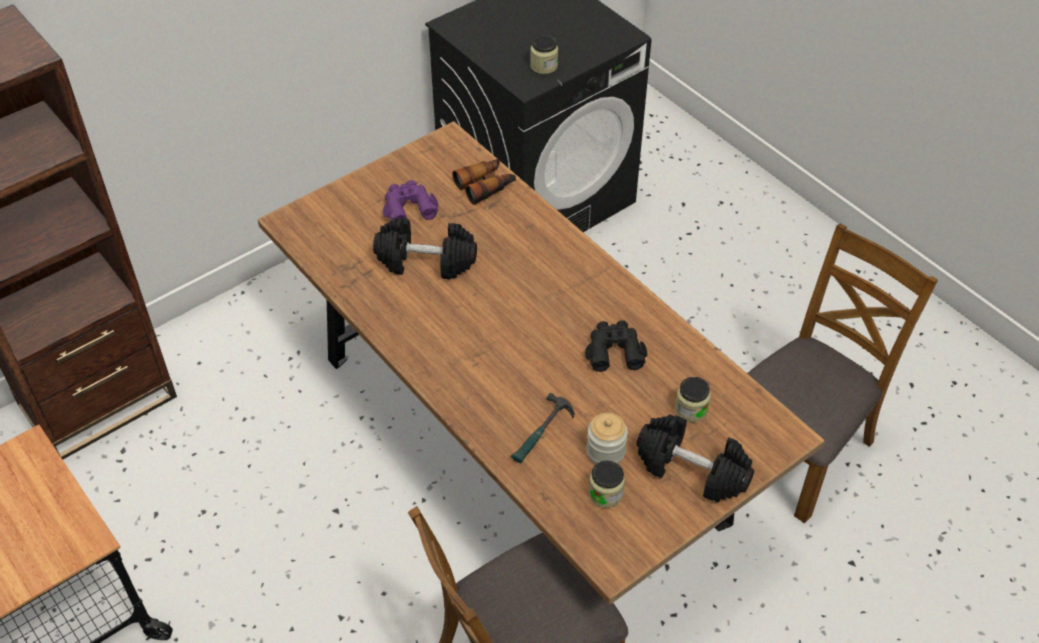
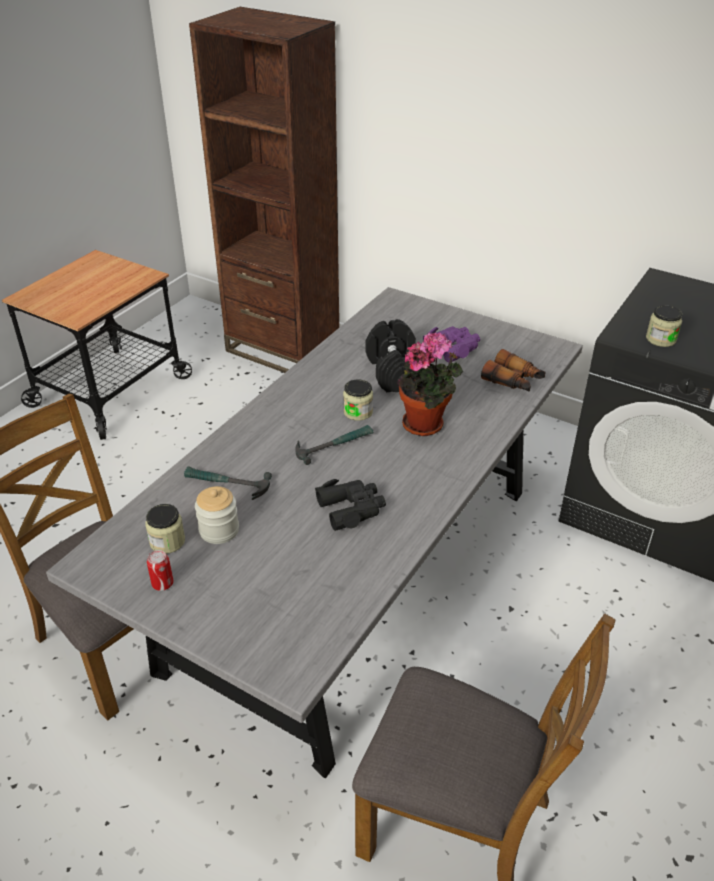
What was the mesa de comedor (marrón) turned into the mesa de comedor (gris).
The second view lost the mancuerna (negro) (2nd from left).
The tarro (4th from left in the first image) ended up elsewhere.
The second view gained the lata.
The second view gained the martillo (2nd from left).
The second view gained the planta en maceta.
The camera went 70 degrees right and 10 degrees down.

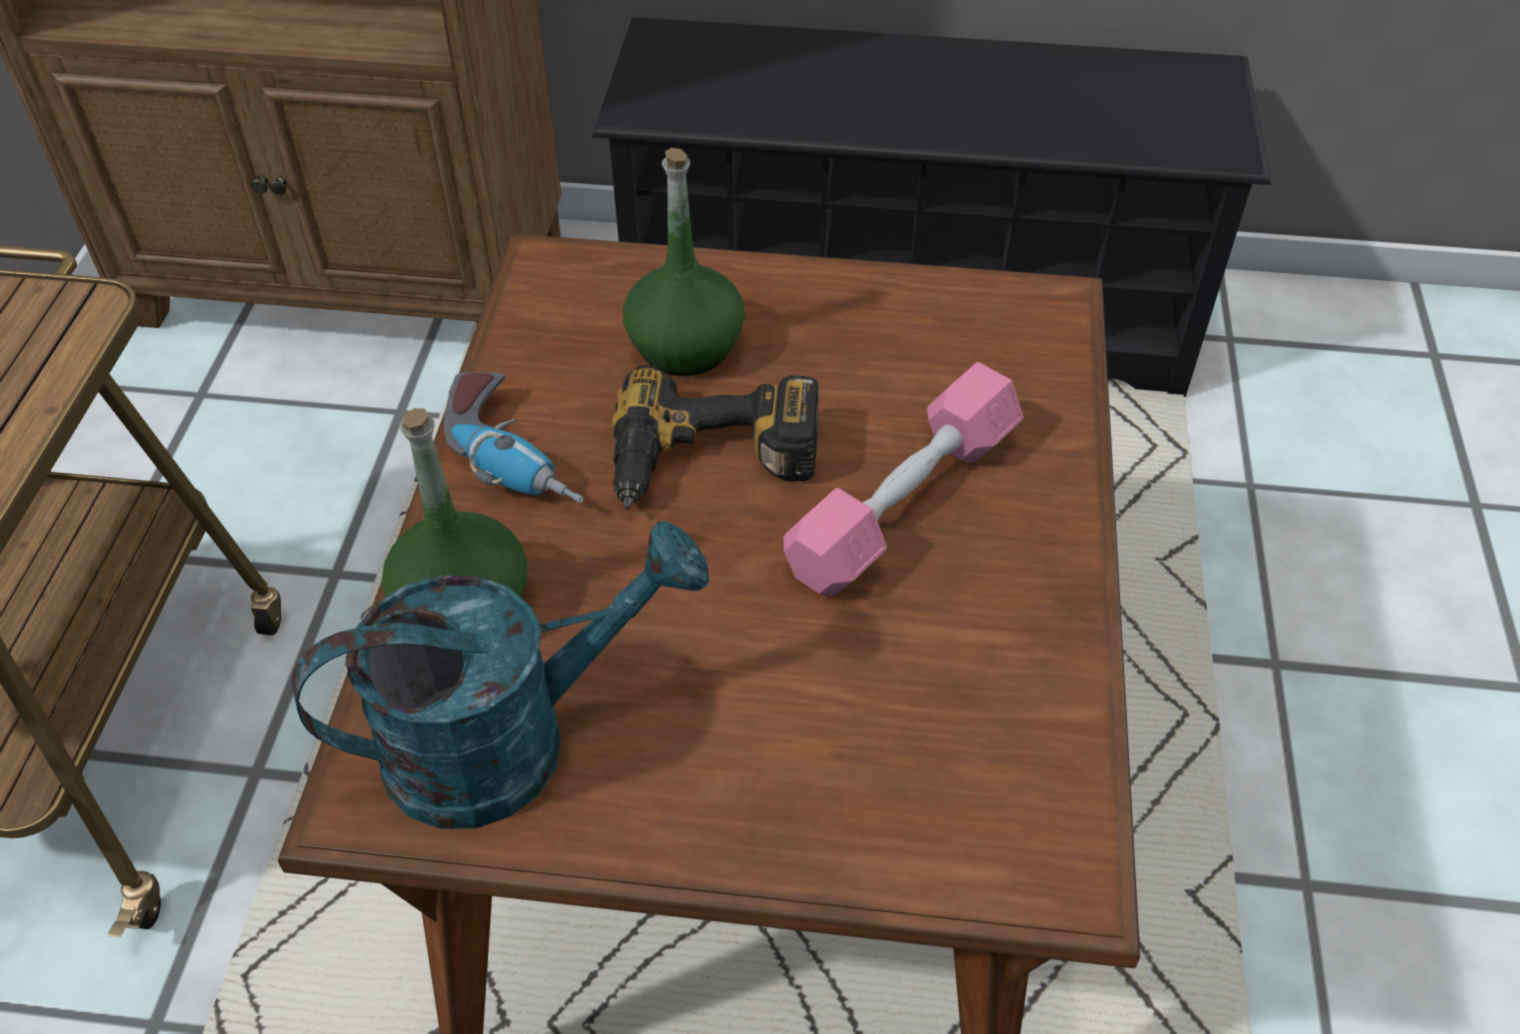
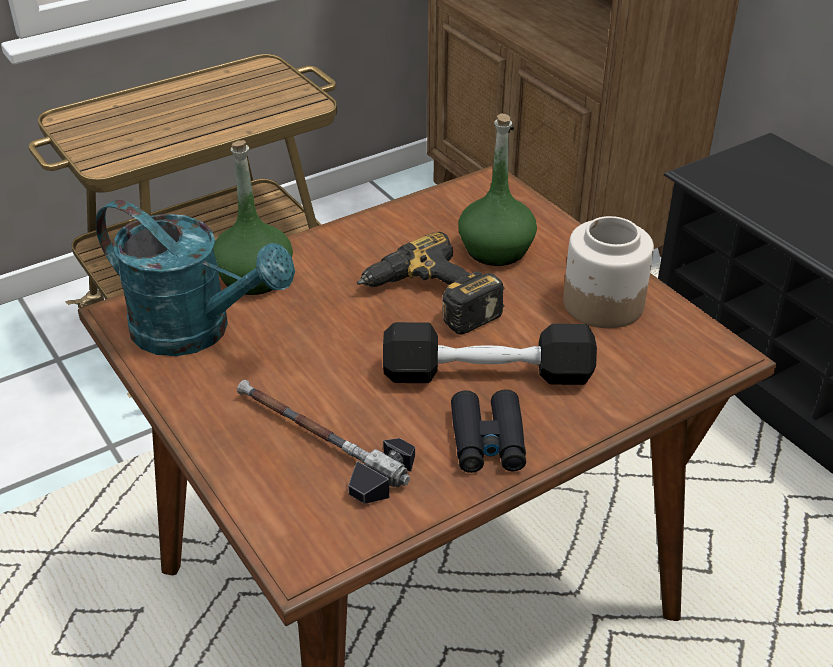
The second view lost the taladro (1st from left).
What was the mancuerna (rosa) turned into the mancuerna (negro).
The second view gained the martillo.
The second view gained the prismáticos (negro).
The second view gained the tarro.
The camera went 50 degrees right and 10 degrees down.

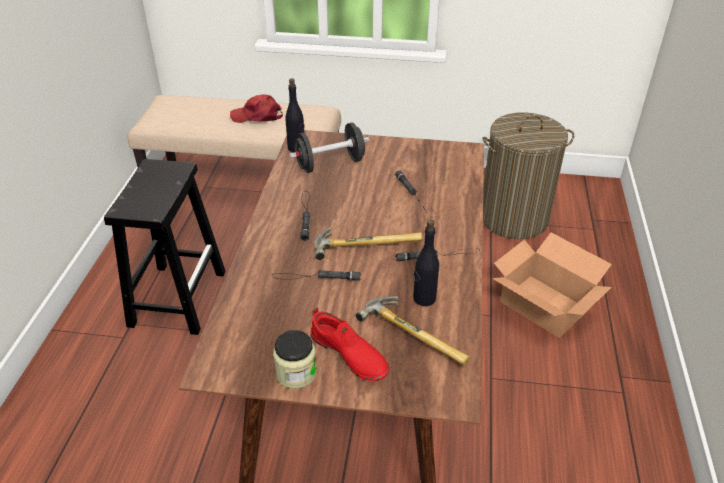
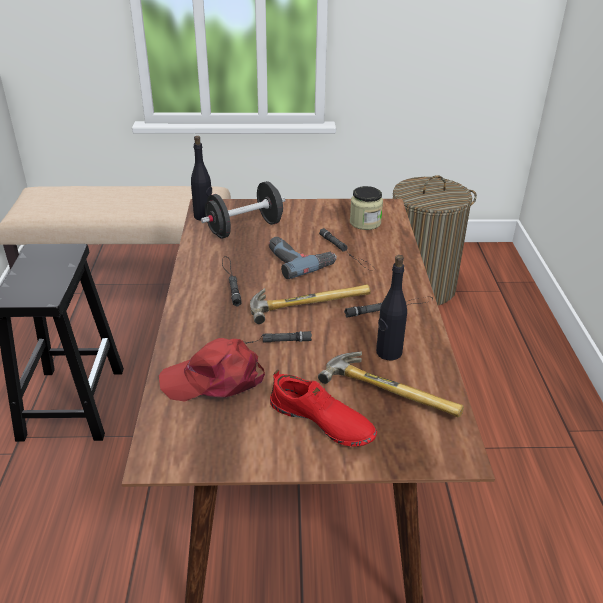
The gorra (rojo) ended up elsewhere.
The tarro ended up elsewhere.
The second view lost the caja de cartón.
The second view gained the taladro.
The camera went 10 degrees left and 5 degrees down.

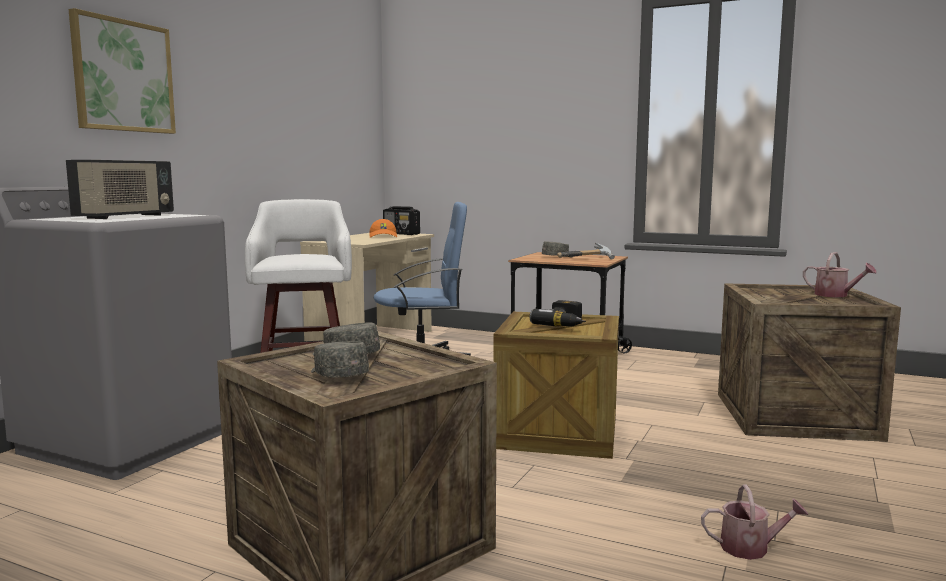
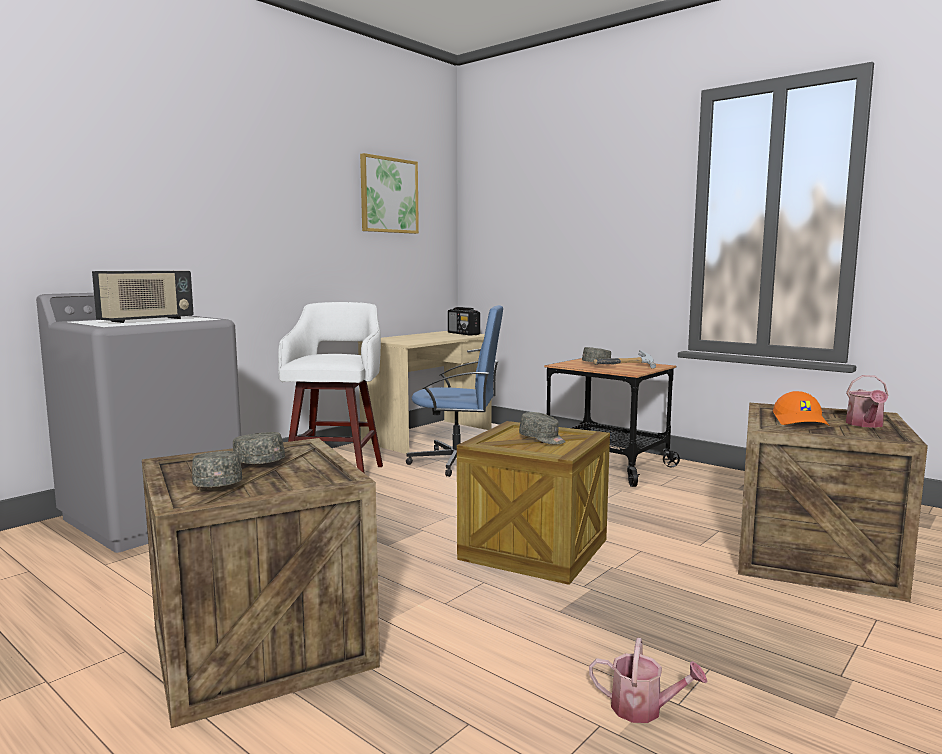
The cuadro ended up elsewhere.
The gorra (naranja) ended up elsewhere.
Where the taladro stood, the gorra (gris) (3rd from left) came to stand.
The regadera (2nd from left) ended up facing another way, 45 degrees clockwise from before.
The camera went 15 degrees right and 0 degrees up.

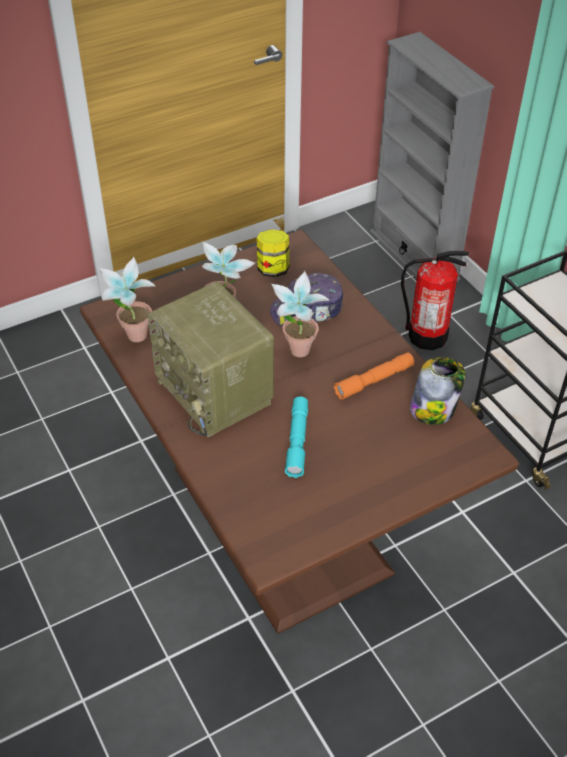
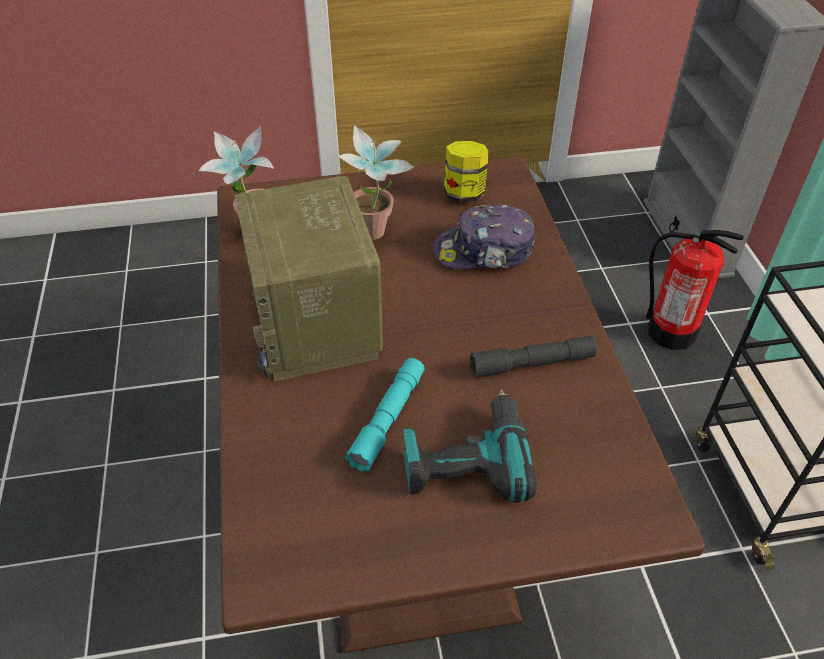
The second view lost the planta en maceta (3rd from left).
What was the linterna (naranja) turned into the linterna (gris).
The second view lost the tarro (2nd from left).
The second view gained the taladro.
The camera went 20 degrees right and 0 degrees up.

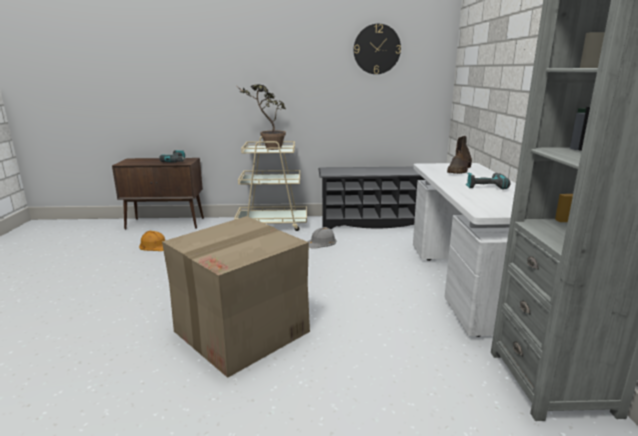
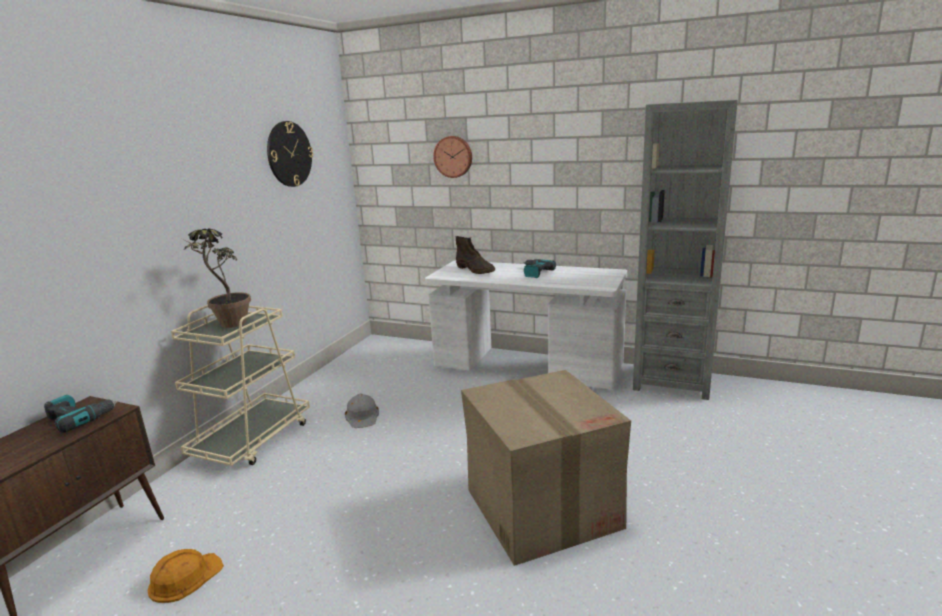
The second view lost the zapatero (negro).
The second view gained the reloj de pared (2nd from left).
The camera went 65 degrees left and 0 degrees up.

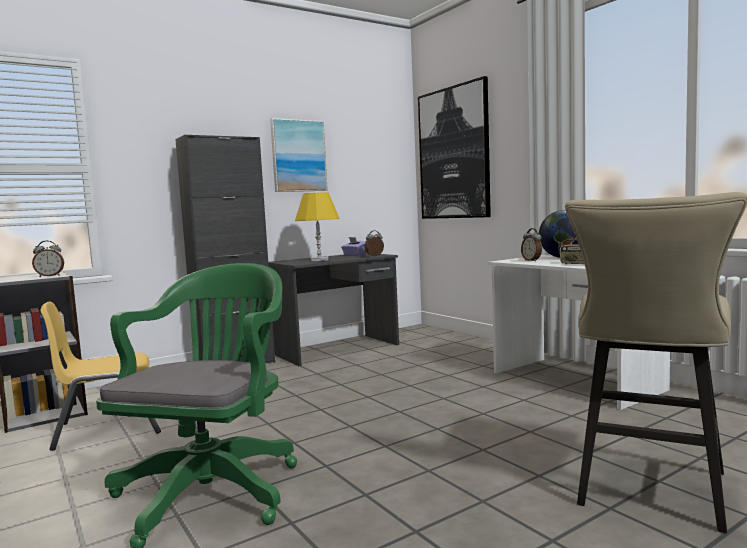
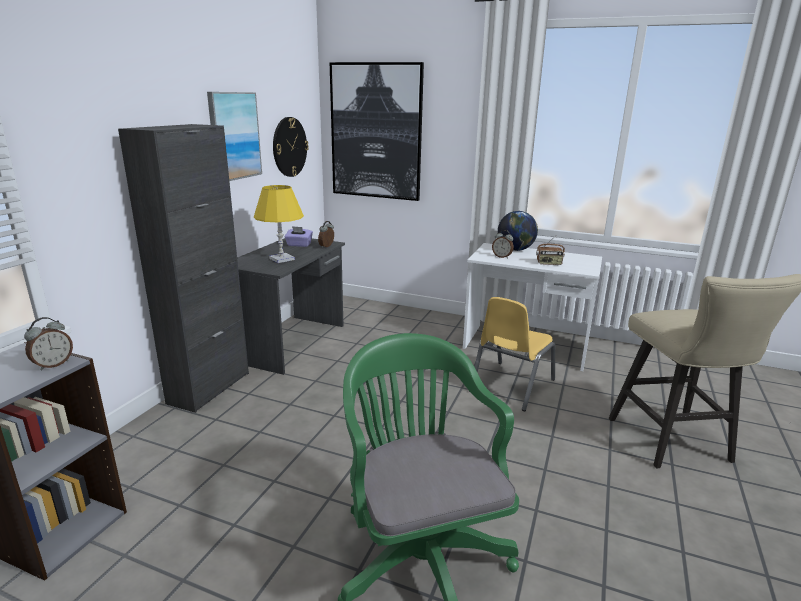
The silla (amarillo) ended up elsewhere.
The second view gained the reloj de pared.
The camera went 35 degrees left and 15 degrees up.

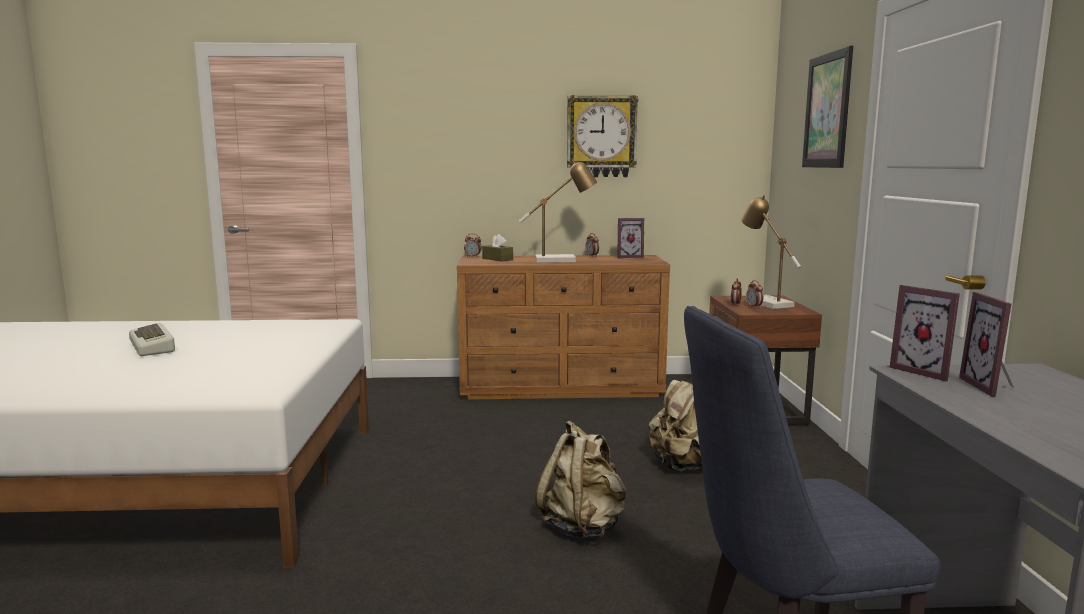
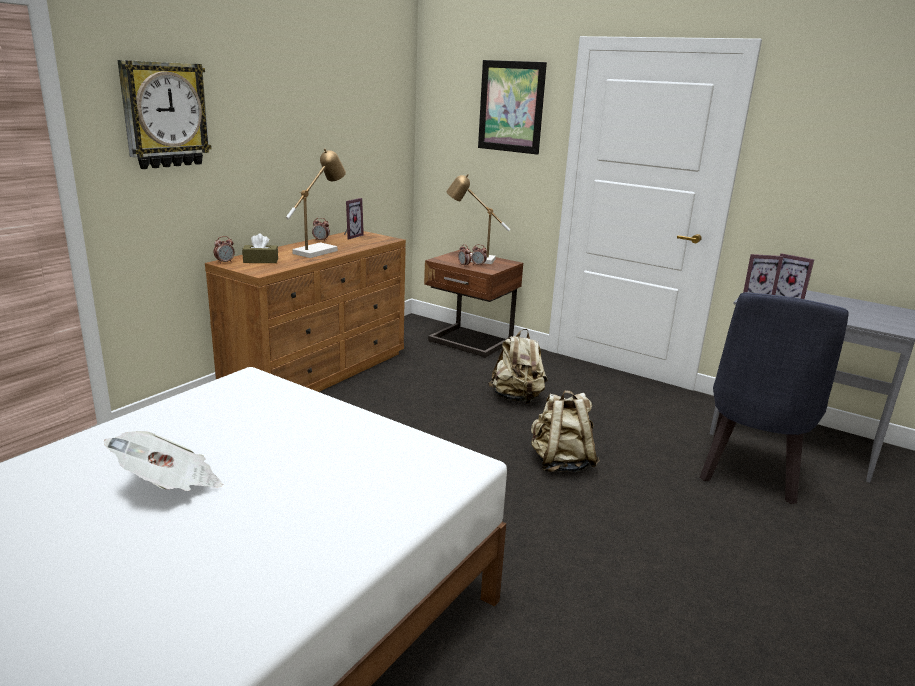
Where the teclado stood, the periódico came to stand.
The reloj de pared ended up elsewhere.
The camera went 55 degrees left and 10 degrees up.

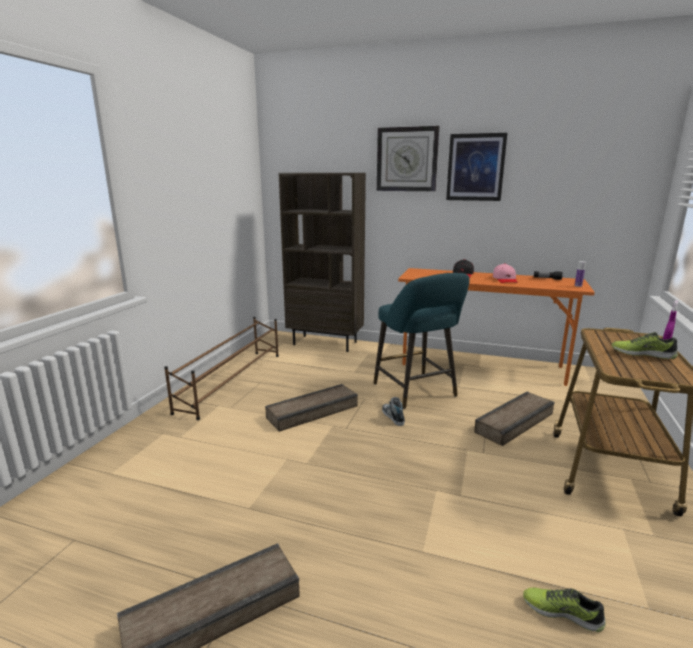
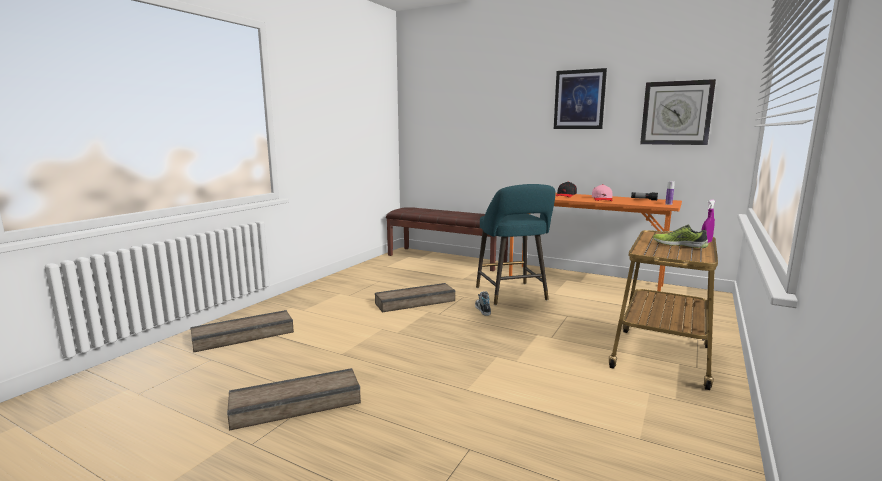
The second view lost the zapatero (marrón).
Where the estantería (marrón) stood, the banco (marrón) came to stand.
The reloj de pared ended up elsewhere.
The caja de embalaje (3rd from left in the first image) ended up elsewhere.
The second view lost the zapato (2nd from left).
The camera went 10 degrees right and 5 degrees down.

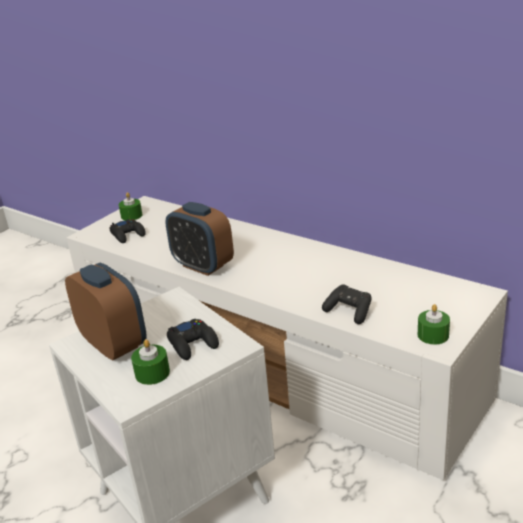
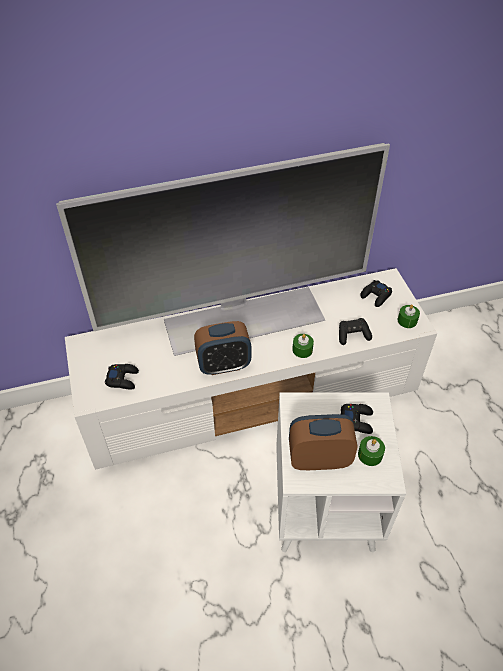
The vela (verde) (1st from left) ended up elsewhere.
The second view gained the televisor.
The second view gained the mando de consola (negro) (4th from left).
The camera went 55 degrees left and 20 degrees up.

